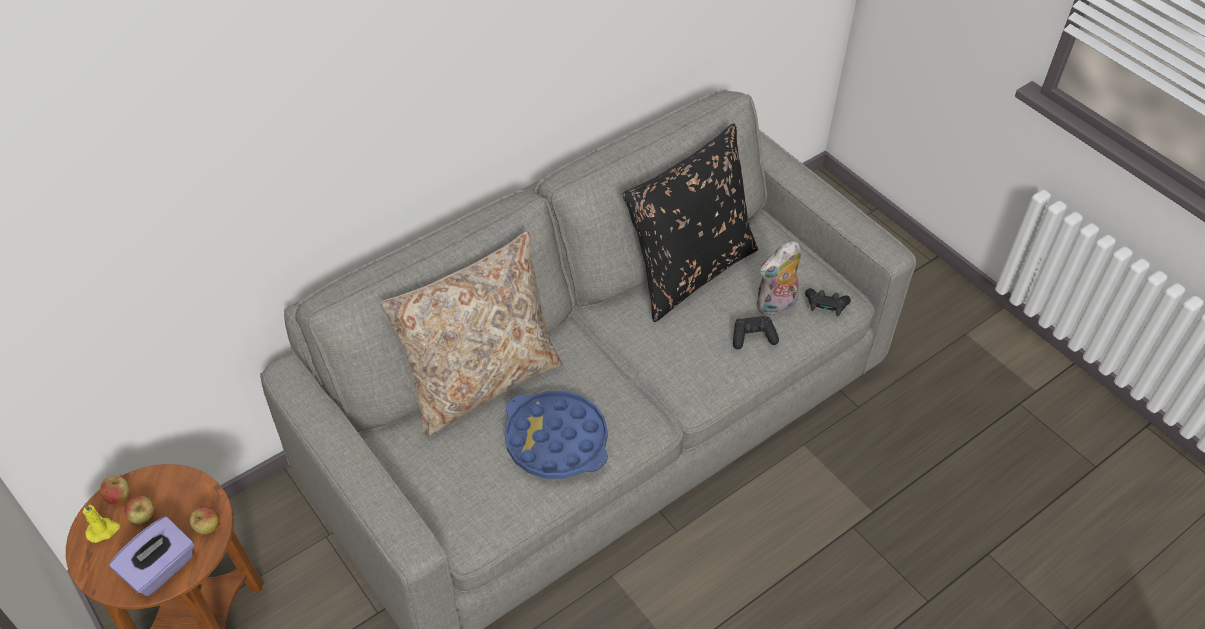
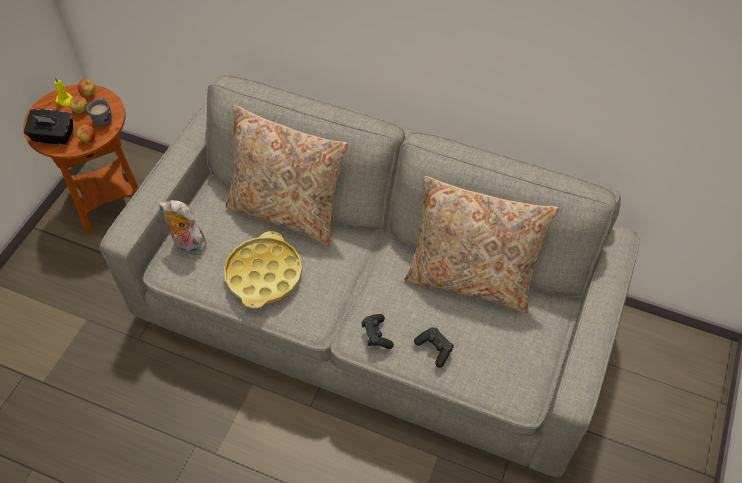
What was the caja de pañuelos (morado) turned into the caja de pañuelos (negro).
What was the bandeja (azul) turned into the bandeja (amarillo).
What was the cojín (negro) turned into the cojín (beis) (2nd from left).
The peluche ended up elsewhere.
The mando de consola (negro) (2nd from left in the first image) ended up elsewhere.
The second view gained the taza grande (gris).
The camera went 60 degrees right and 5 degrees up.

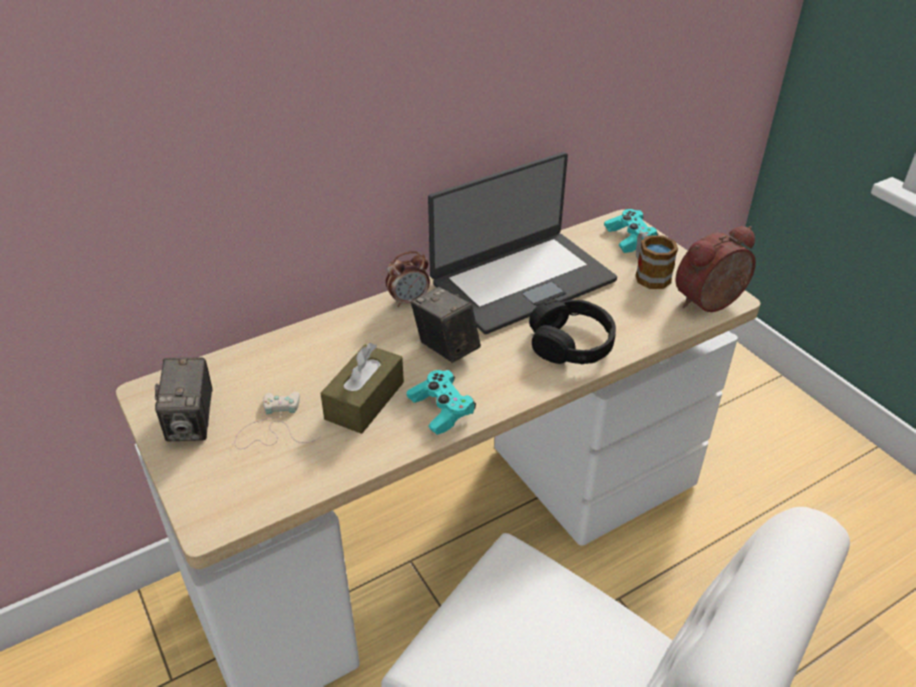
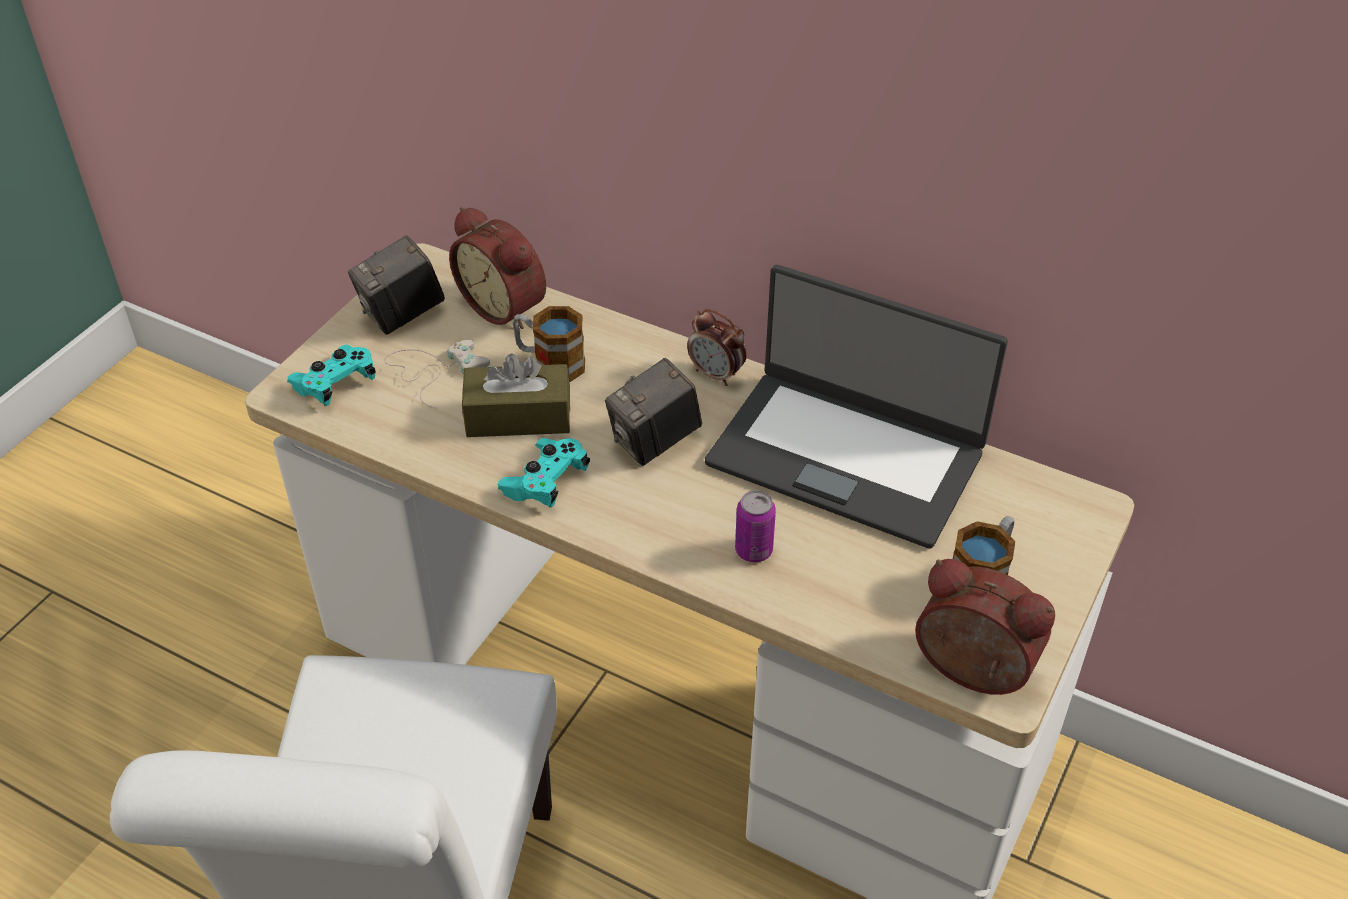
The cámara (2nd from left) ended up facing another way, 150 degrees counterclockwise from before.
Where the auriculares (negro) stood, the lata came to stand.
The mando de consola (turquesa) (2nd from left in the first image) ended up elsewhere.
The second view gained the despertador (1st from left).
The second view gained the taza grande (1st from left).
The camera went 60 degrees right and 5 degrees up.

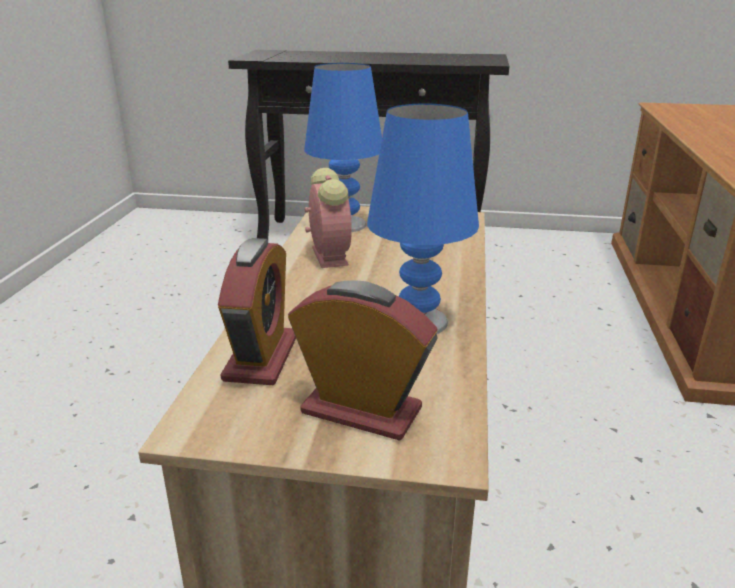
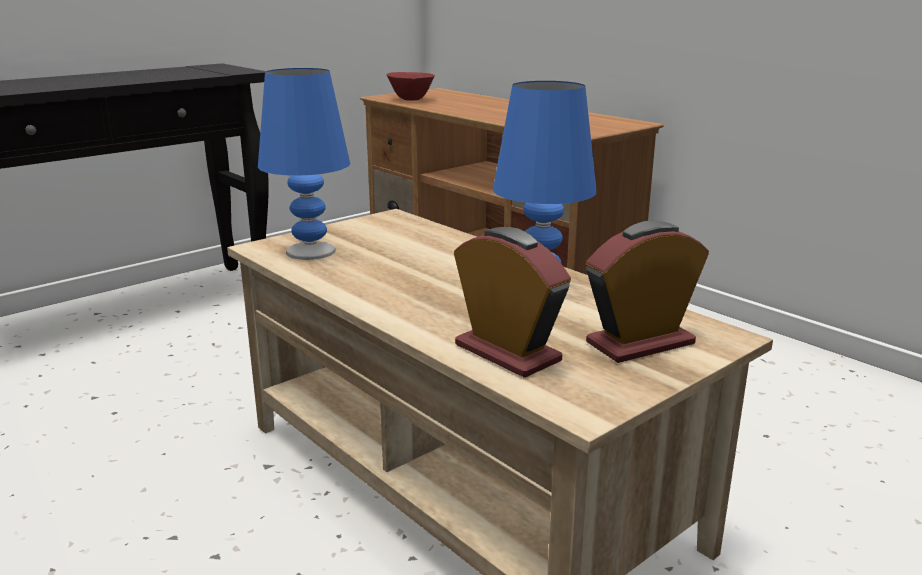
The second view lost the despertador (2nd from left).
The second view gained the cuenco (rojo).
The camera went 50 degrees left and 5 degrees down.

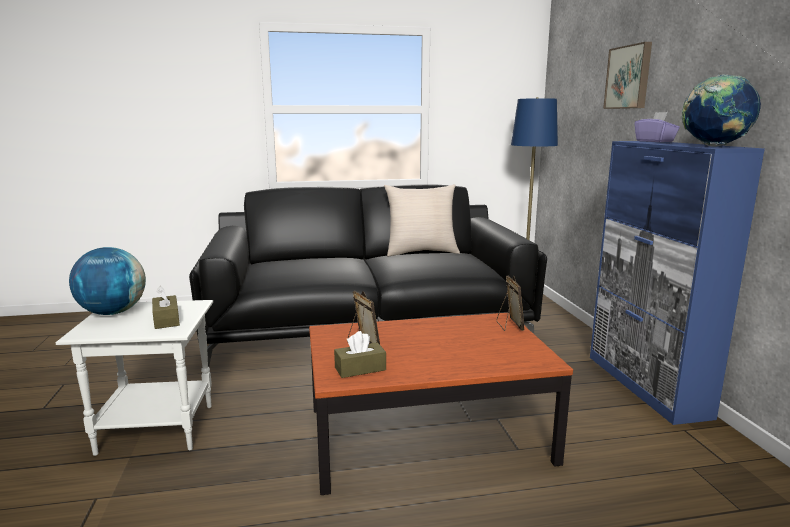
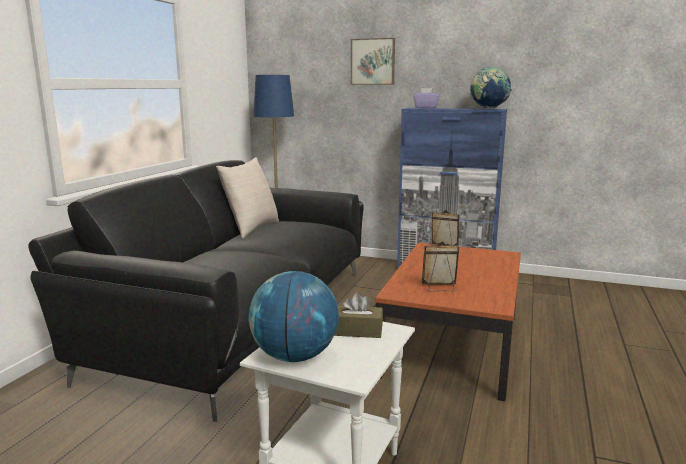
The second view lost the caja de pañuelos (marrón) (2nd from left).
The camera went 60 degrees left and 0 degrees up.

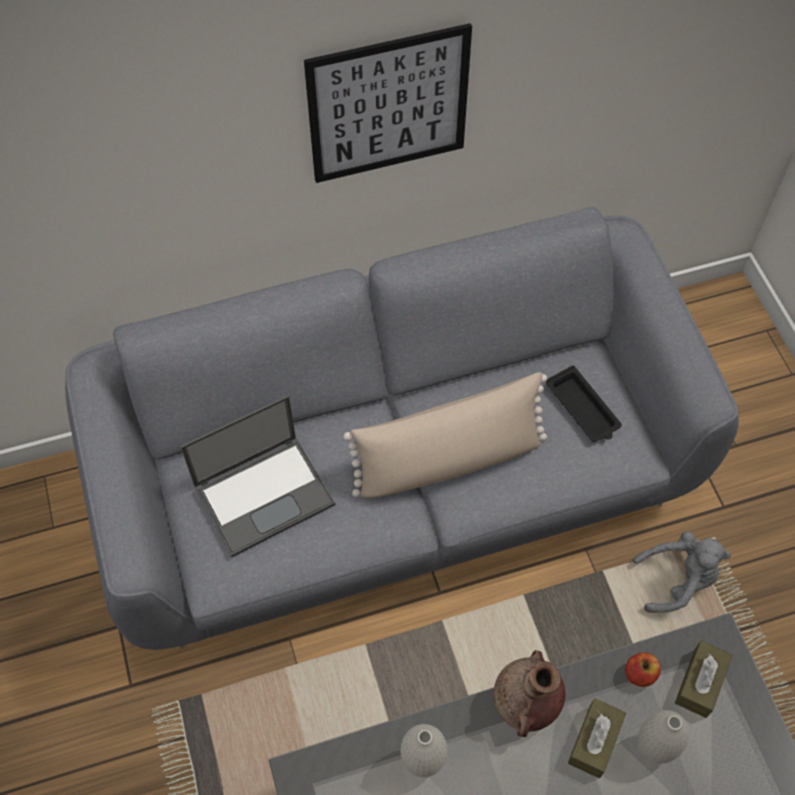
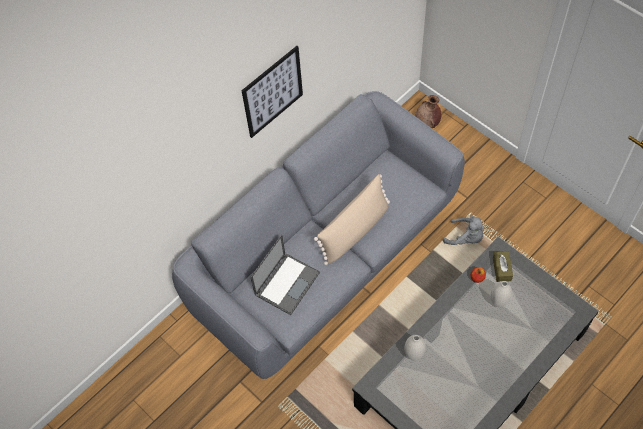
The florero (marrón) ended up elsewhere.
The second view lost the bandeja (negro).
The second view lost the caja de pañuelos (marrón) (1st from left).
The peluche (gris) ended up facing another way, 60 degrees clockwise from before.
The camera went 25 degrees left and 0 degrees up.

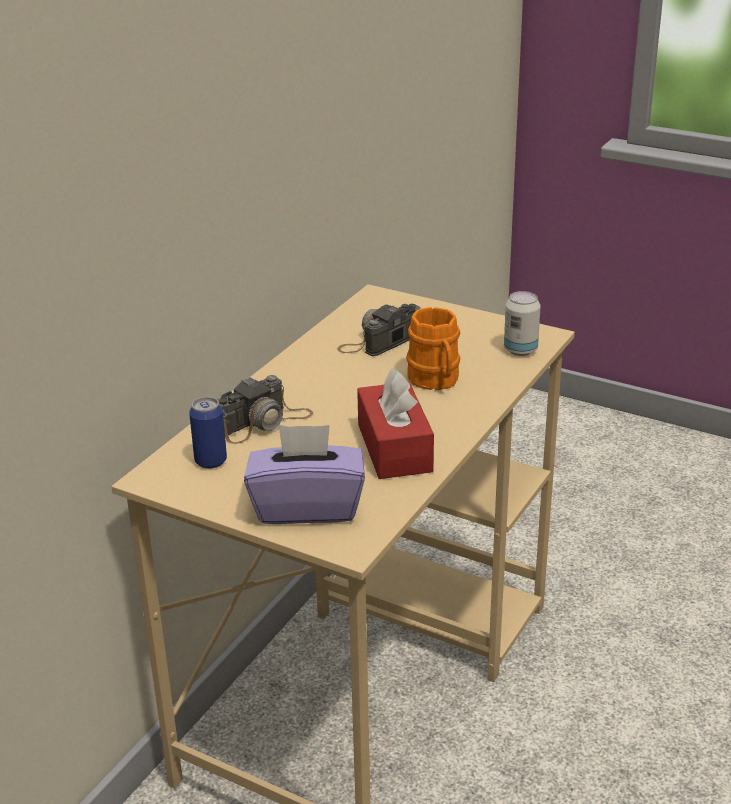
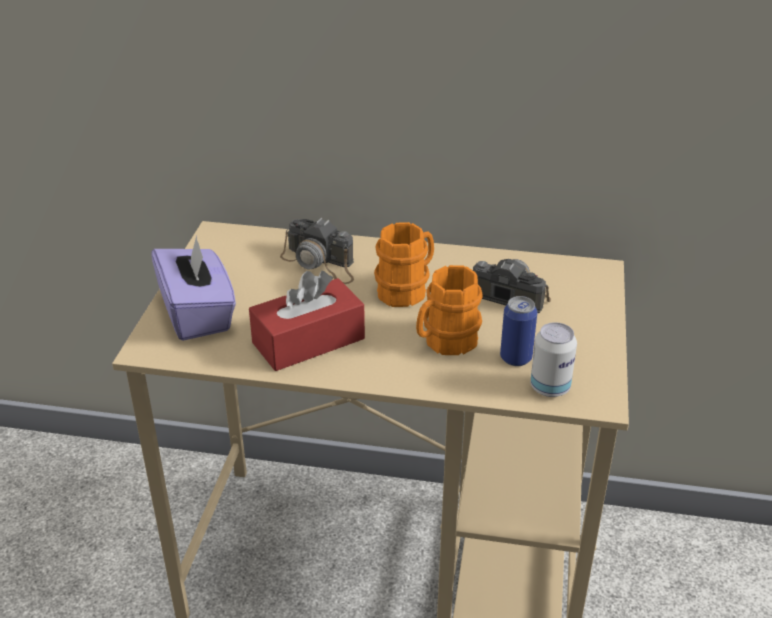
The lata (1st from left) ended up elsewhere.
The second view gained the taza grande (naranja) (1st from left).
The camera went 70 degrees right and 5 degrees up.

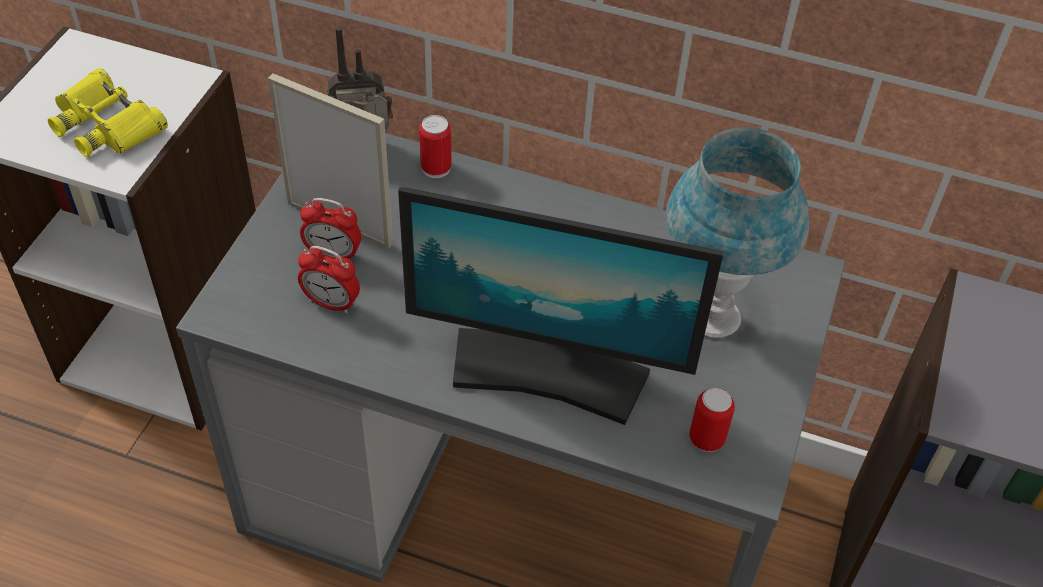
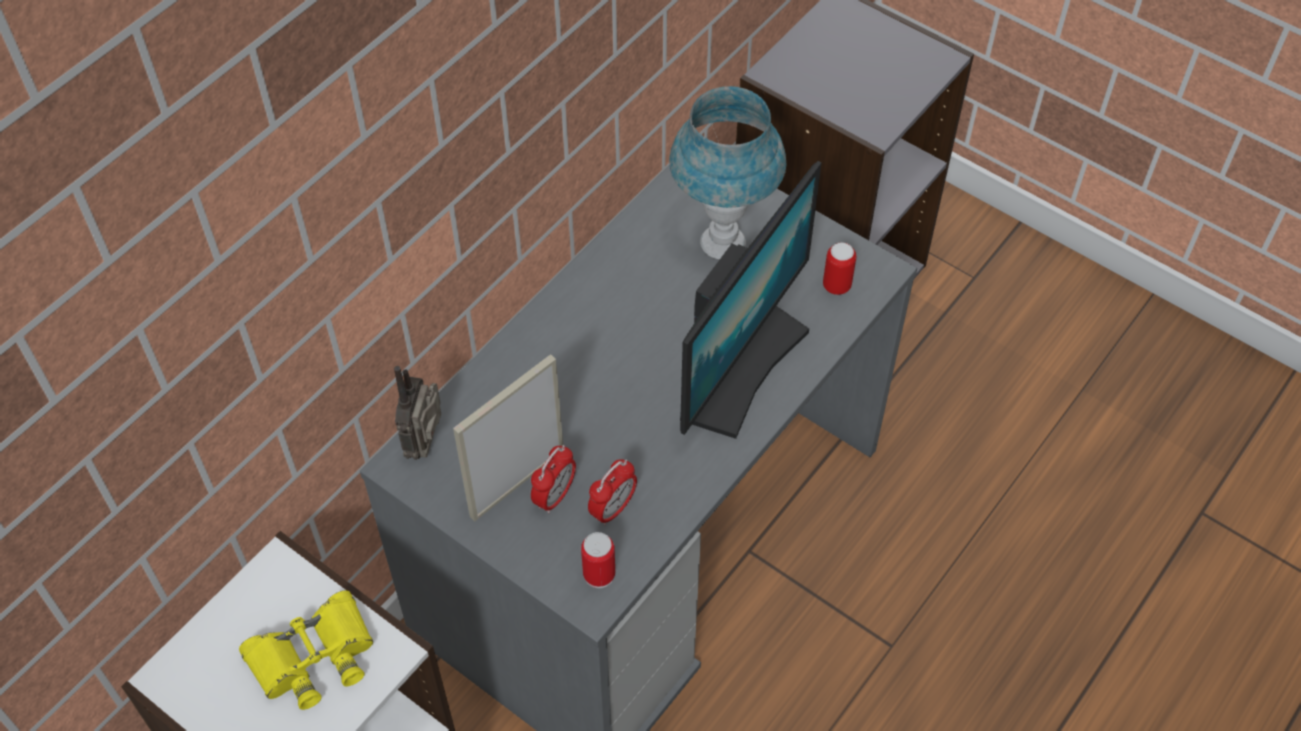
The lata (1st from left) ended up elsewhere.
The camera went 70 degrees left and 5 degrees up.

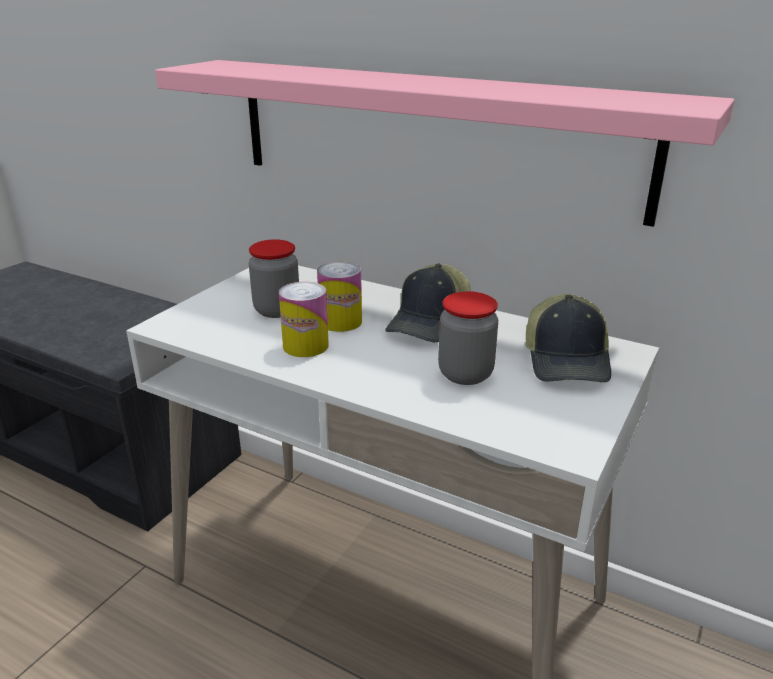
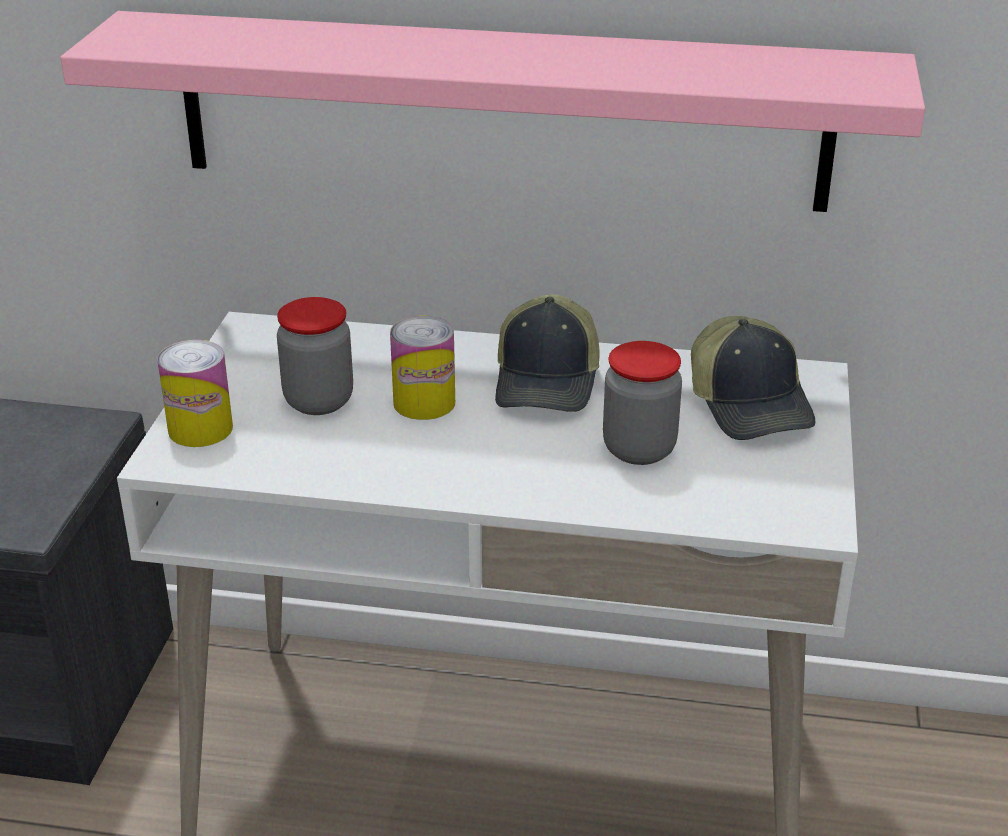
The lata (1st from left) ended up elsewhere.
The camera went 20 degrees left and 5 degrees up.

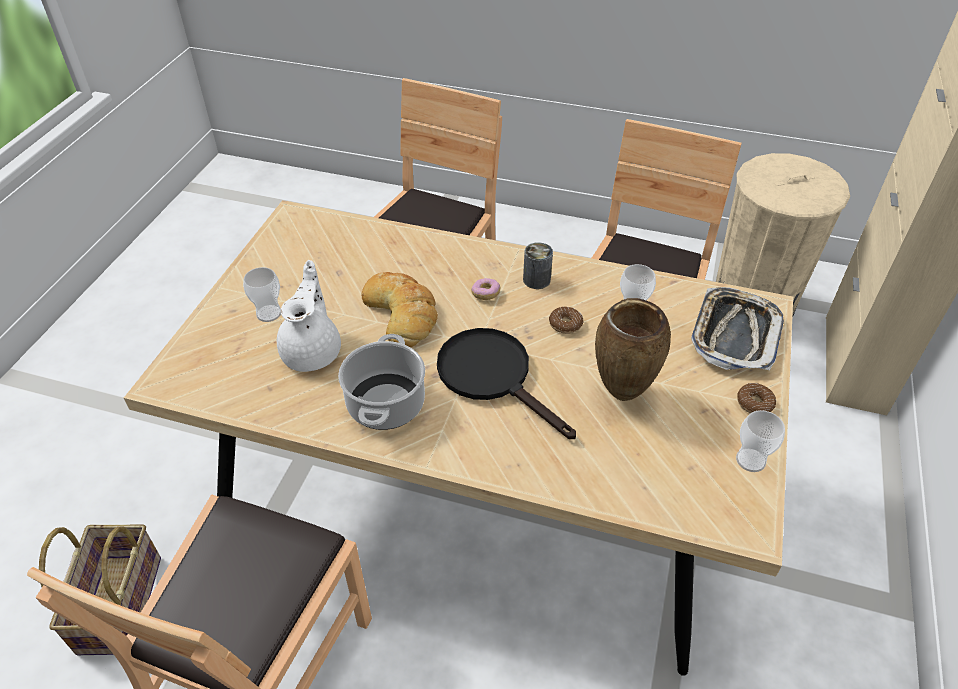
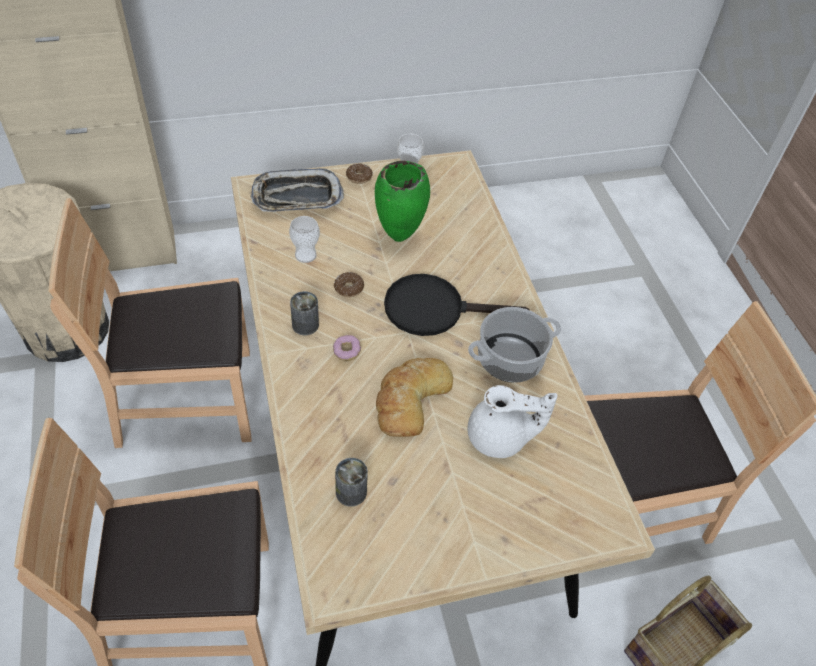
The second view lost the taza (1st from left).
The tetera (blanco) ended up facing another way, 150 degrees counterclockwise from before.
The sartén (negro) ended up facing another way, 75 degrees clockwise from before.
What was the florero (marrón) turned into the florero (verde).
The second view gained the lata (2nd from left).
The camera went 125 degrees left and 5 degrees up.

